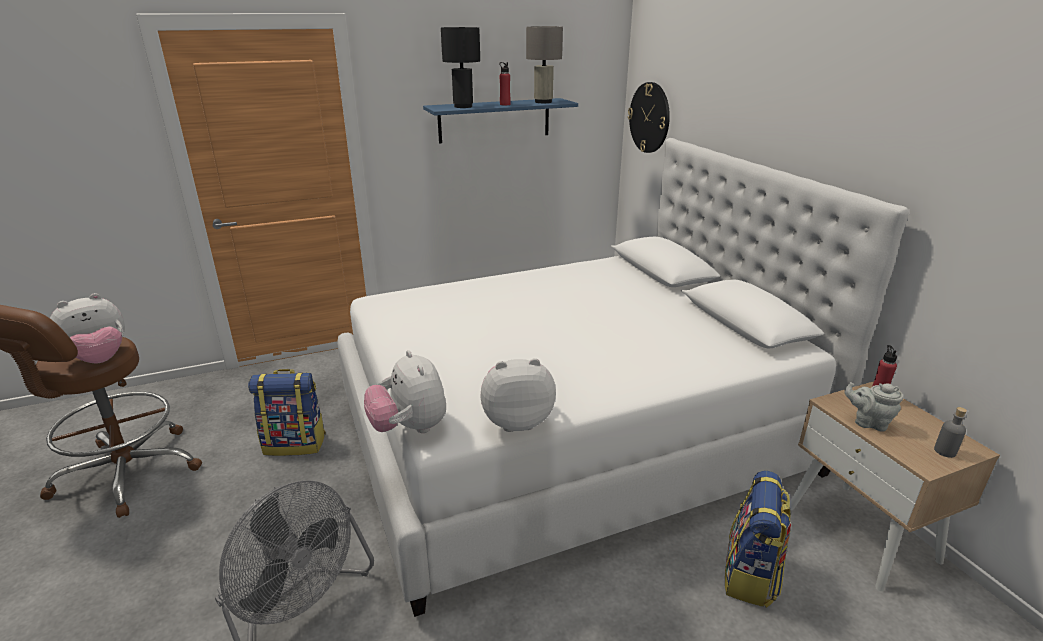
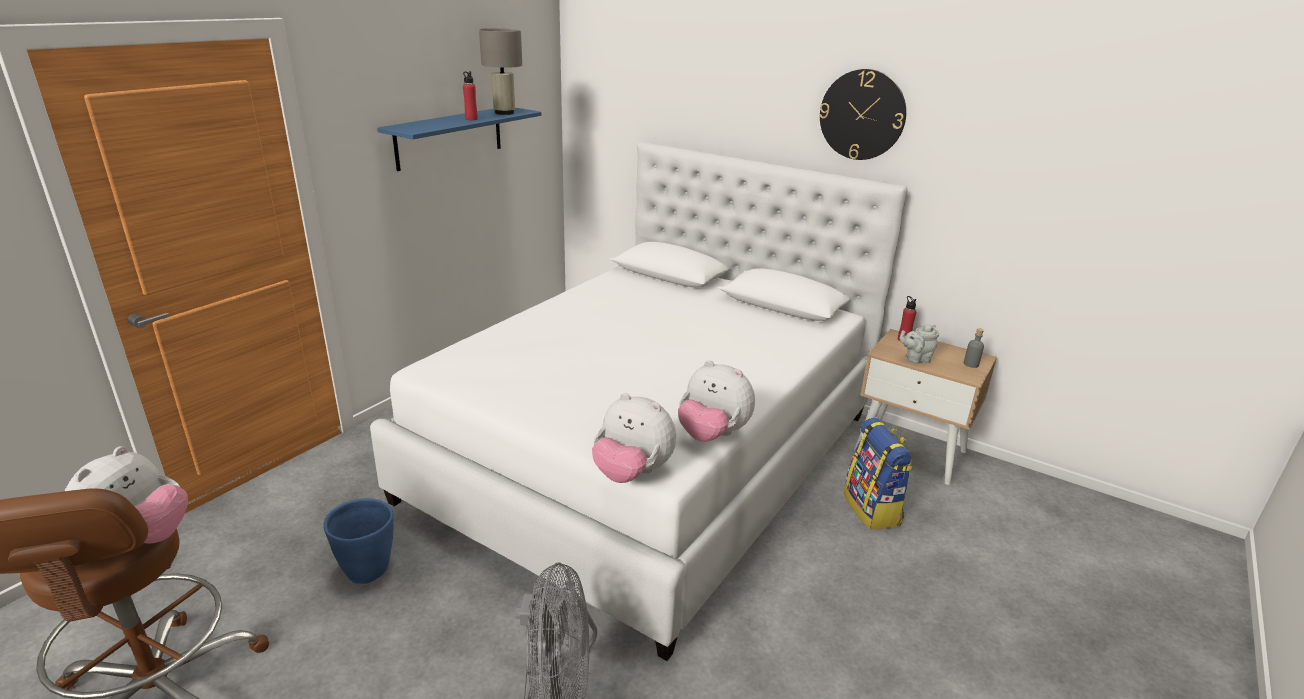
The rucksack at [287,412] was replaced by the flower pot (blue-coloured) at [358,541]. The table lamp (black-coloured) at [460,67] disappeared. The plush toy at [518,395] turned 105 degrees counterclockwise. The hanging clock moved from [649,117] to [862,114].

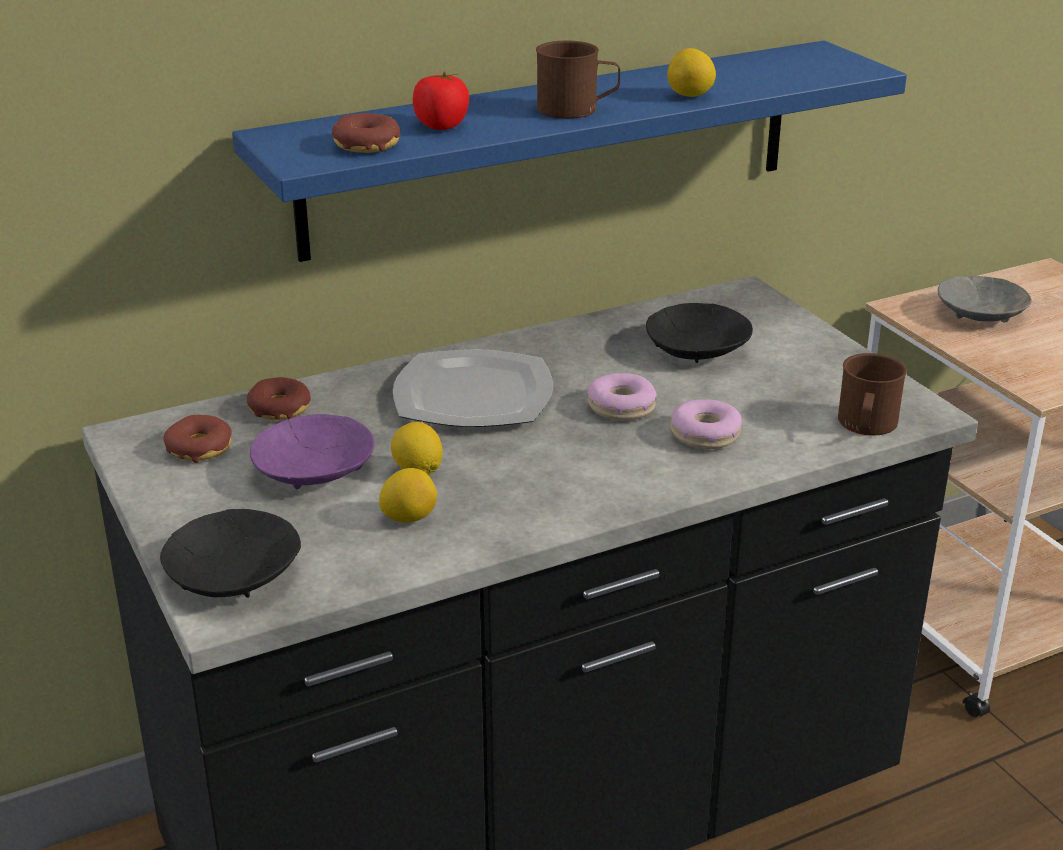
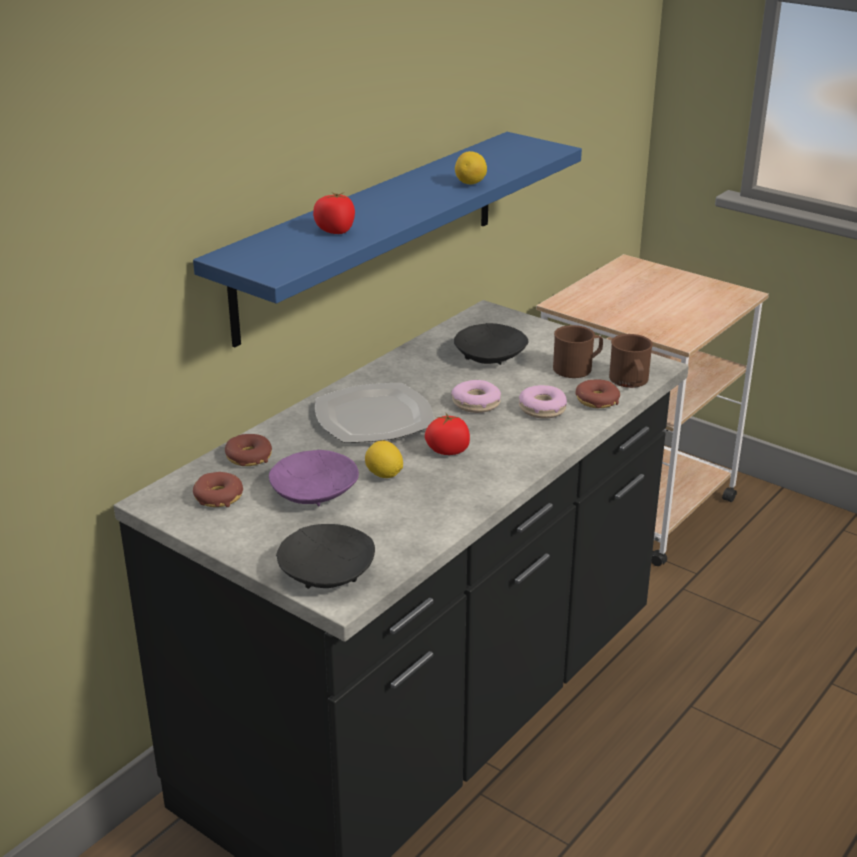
The ring doughnut moved from [366,133] to [597,393]. The whole lemon at [408,495] disappeared. The coffee mug (brownish) moved from [578,80] to [578,351]. The bowl (grey) at [985,299] disappeared. The fresh tomato at [447,433] appeared.

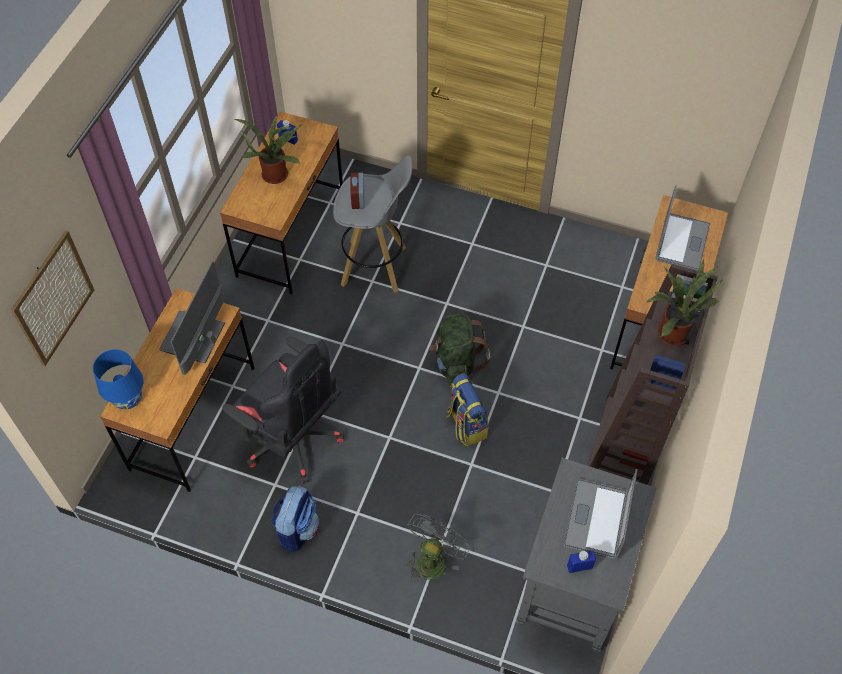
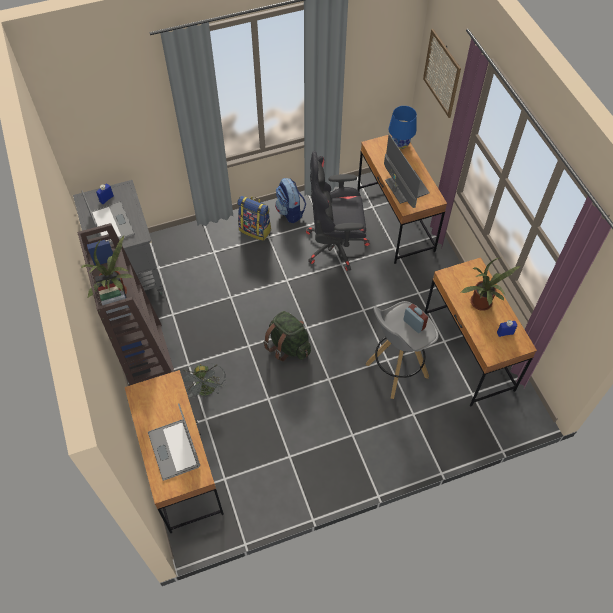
The cooling fan (grey) moved from [438,548] to [203,380]. The rucksack moved from [467,409] to [254,218].

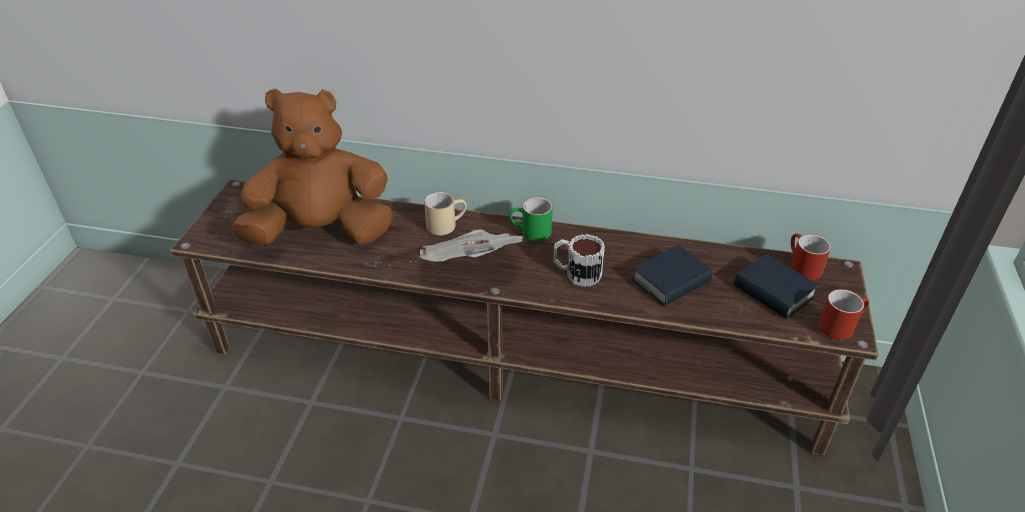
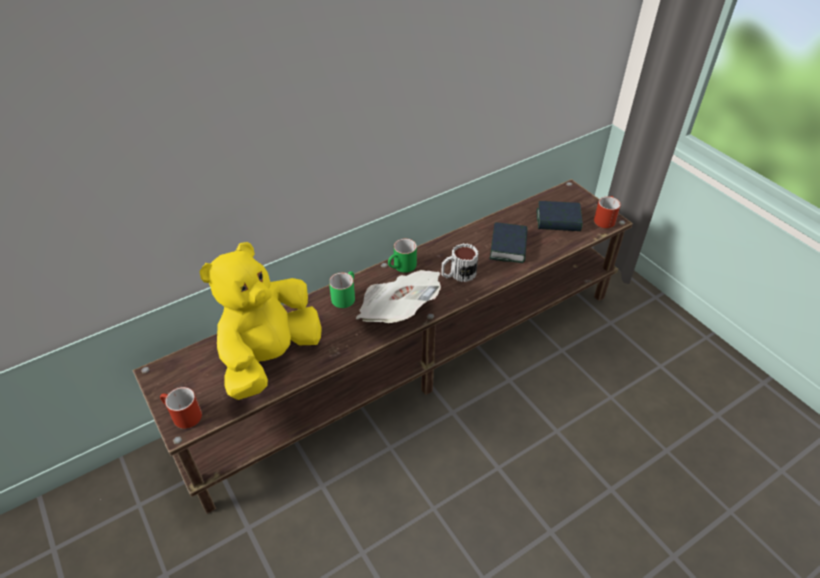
The plush toy (brownish) at [312,167] became the plush toy (yellow-coloured) at [260,321]. The coffee mug (sand-coloured) at [445,213] became the coffee mug (green-coloured) at [342,289]. The coffee mug (reddish) moved from [810,257] to [181,408].

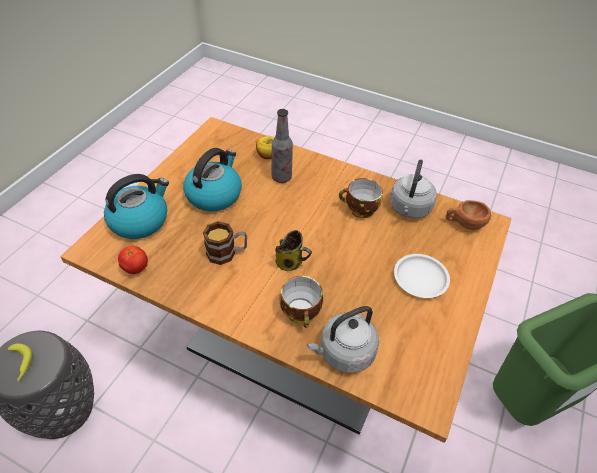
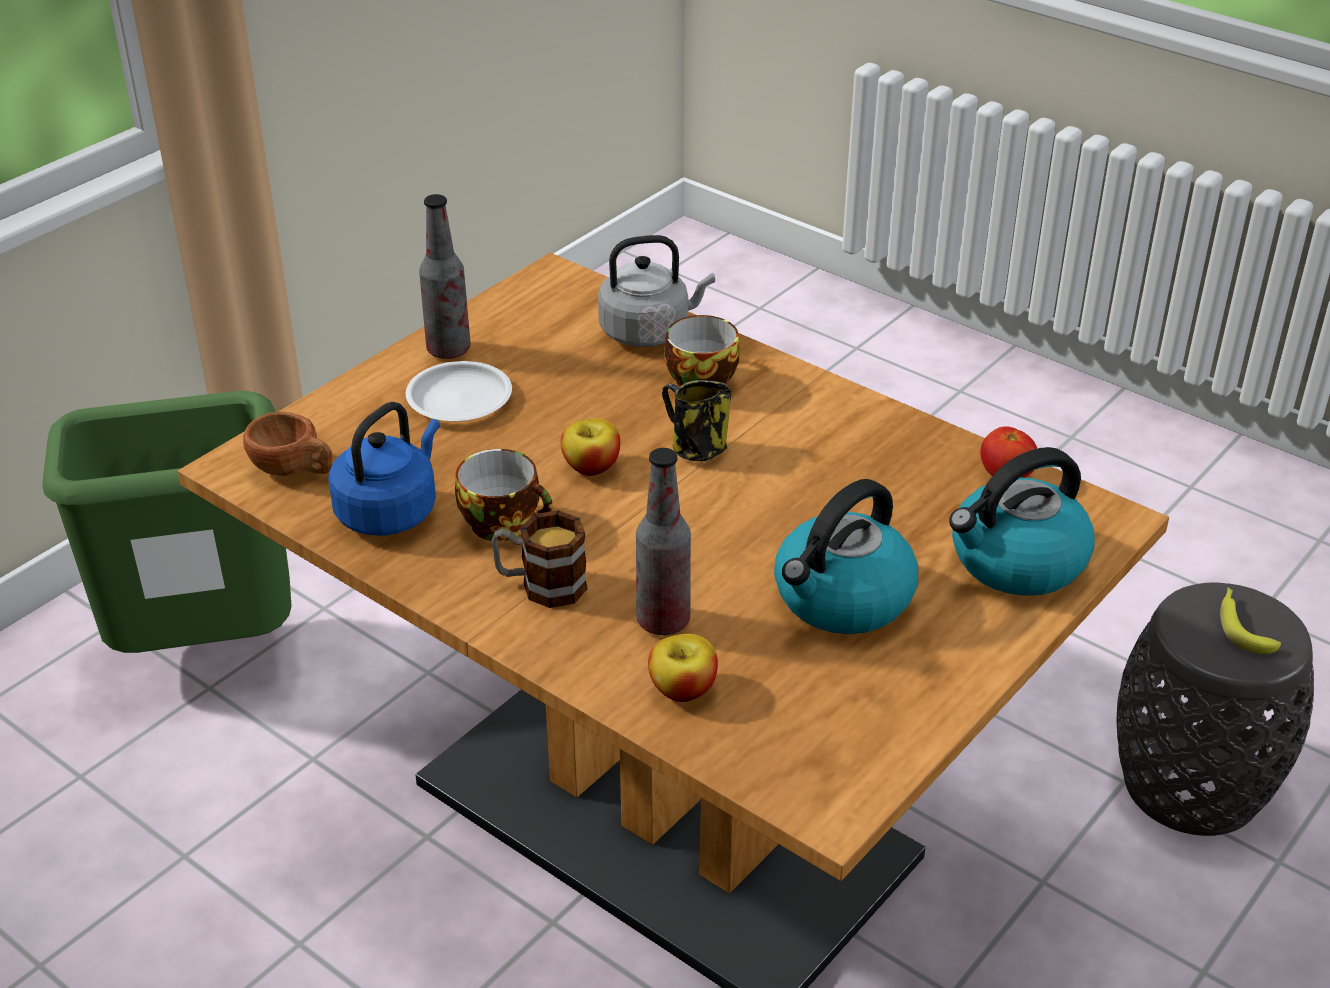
The coffee mug moved from [225,243] to [539,559]. The tea kettle (grey) at [413,189] became the tea kettle (blue-coloured) at [384,469]. The beverage bottle at [445,276] appeared. The apple at [590,447] appeared.

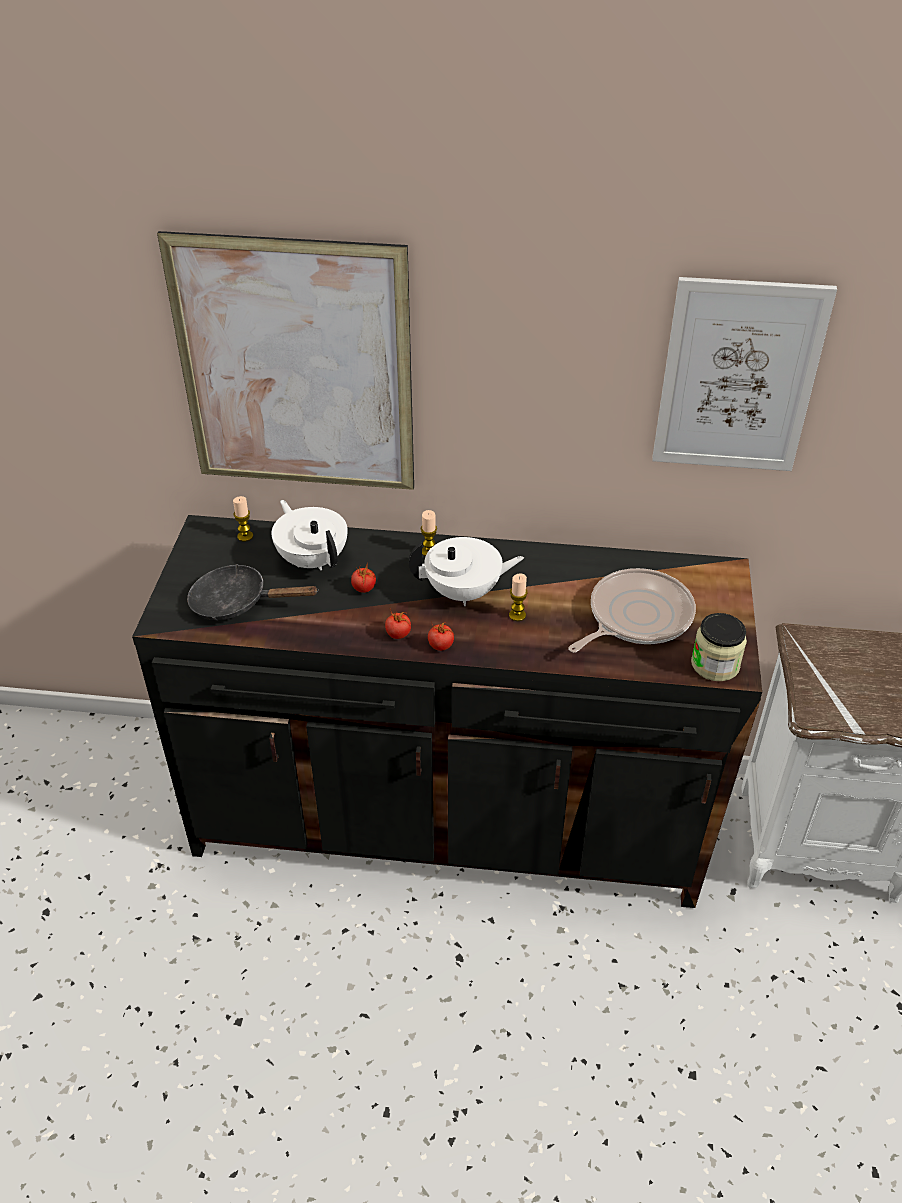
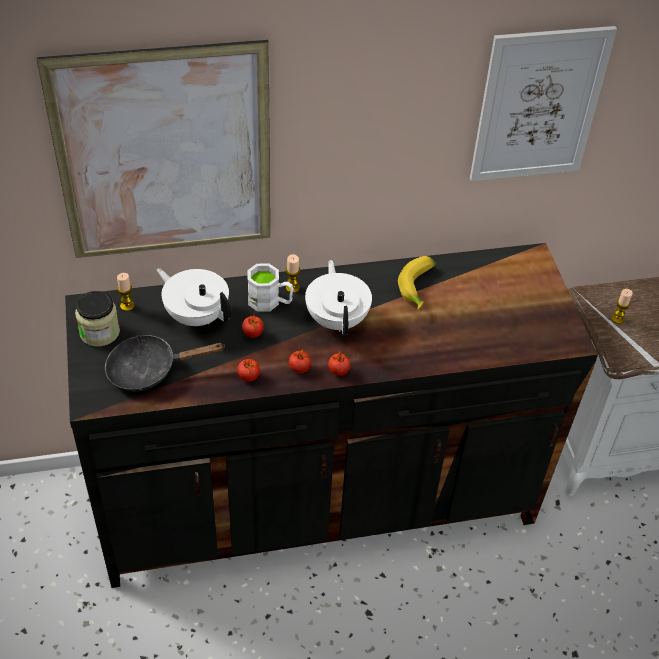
The tea pot (white) at [466,571] turned 75 degrees counterclockwise. The candle moved from [518,597] to [622,306]. The skillet at [632,610] disappeared. The jar moved from [719,647] to [97,319]. The fresh tomato at [248,368] appeared. The coffee mug (white) at [271,287] appeared. The whole banana at [417,283] appeared.

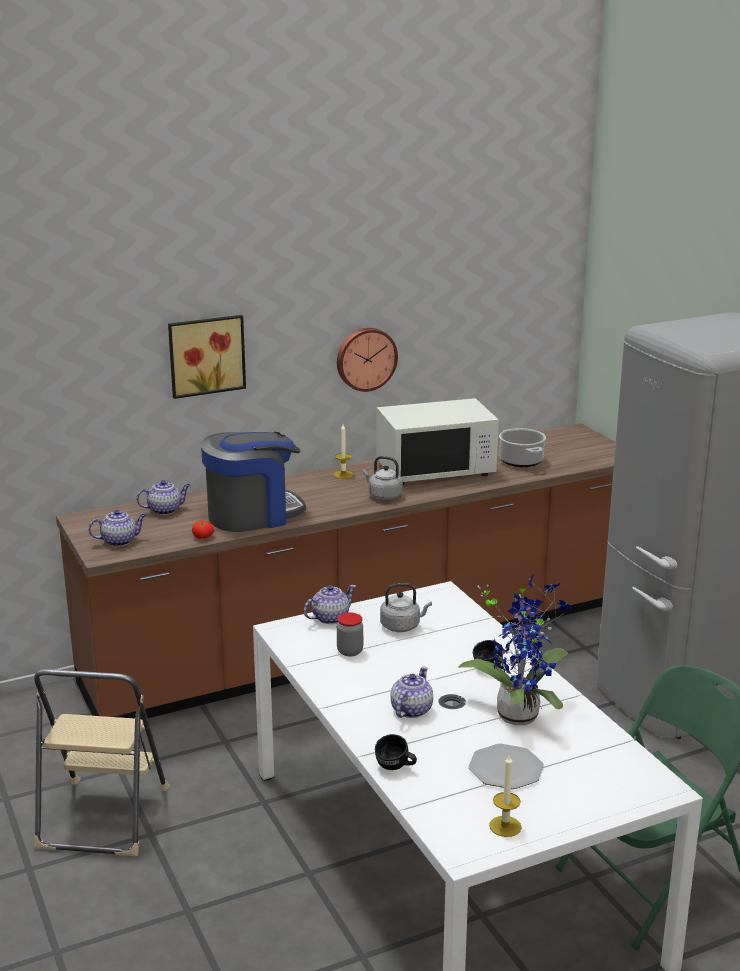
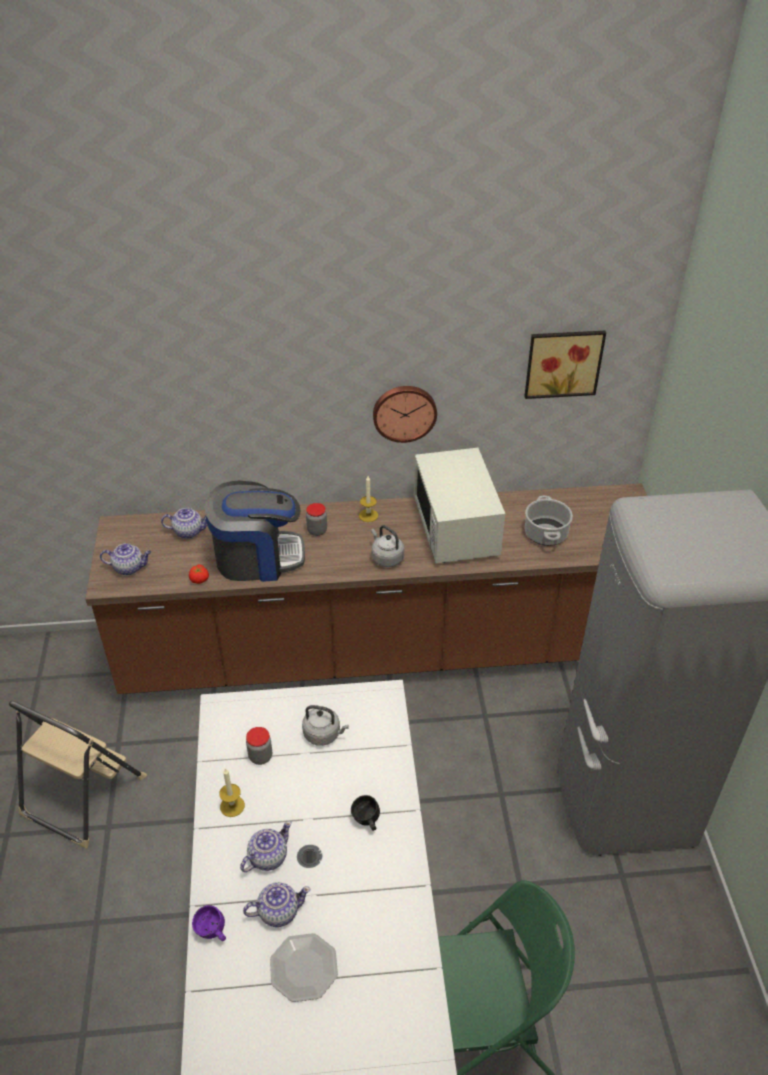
The wall picture moved from [207,357] to [565,365]. The tea pot moved from [330,604] to [277,904]. The coffee mug (black-coloured) at [396,752] became the coffee mug (purple) at [209,923]. The microwave (white) at [438,441] turned 75 degrees clockwise. The houseplant at [515,649] disappeared. The candle moved from [505,796] to [232,792]. The jar at [316,519] appeared.

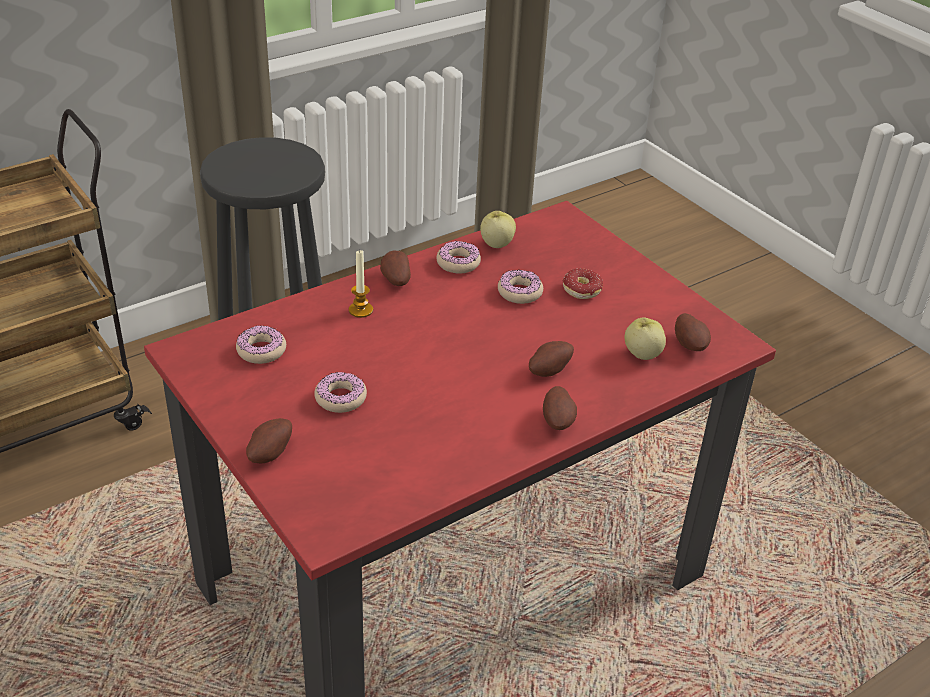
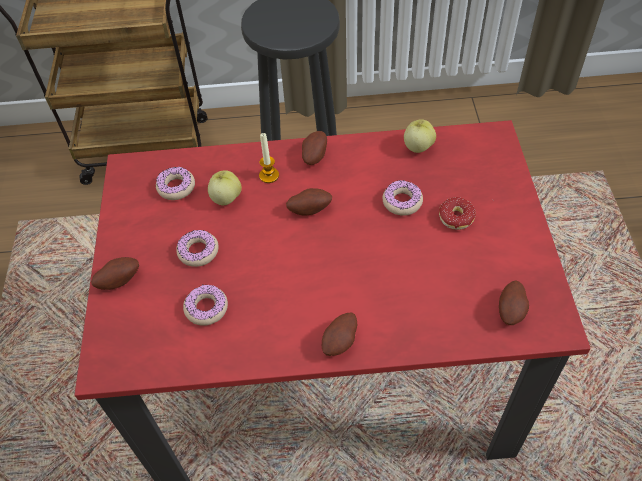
The ring doughnut moved from [459,257] to [205,305]. The potato moved from [551,359] to [309,201]. The apple moved from [645,338] to [225,187].

